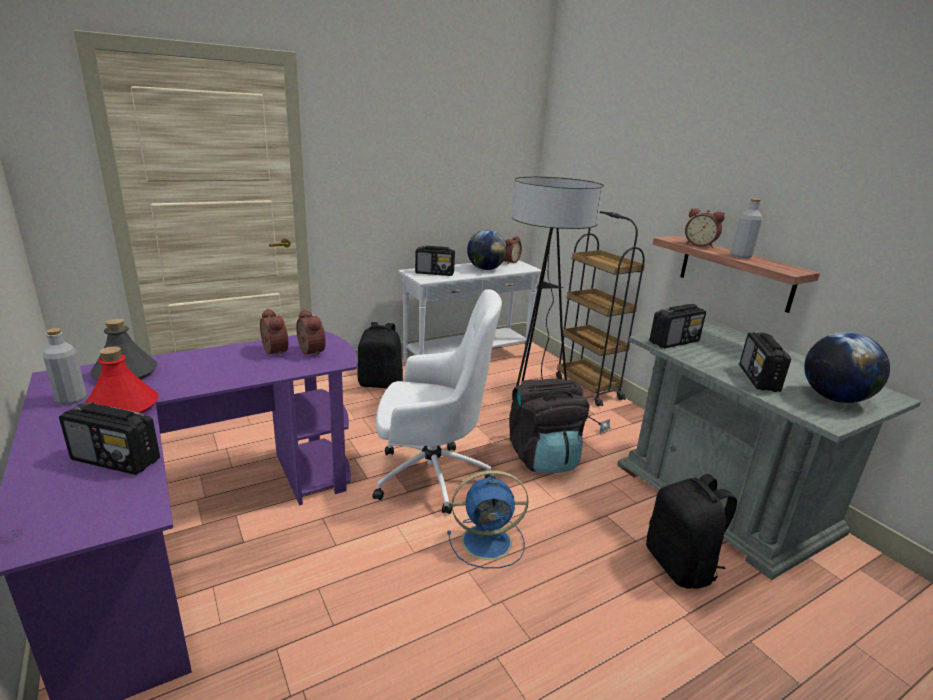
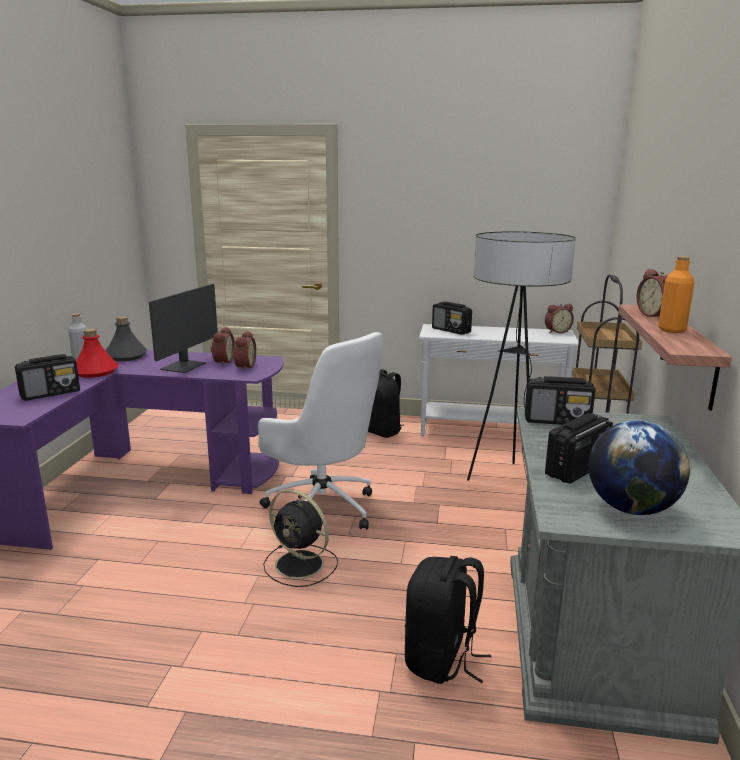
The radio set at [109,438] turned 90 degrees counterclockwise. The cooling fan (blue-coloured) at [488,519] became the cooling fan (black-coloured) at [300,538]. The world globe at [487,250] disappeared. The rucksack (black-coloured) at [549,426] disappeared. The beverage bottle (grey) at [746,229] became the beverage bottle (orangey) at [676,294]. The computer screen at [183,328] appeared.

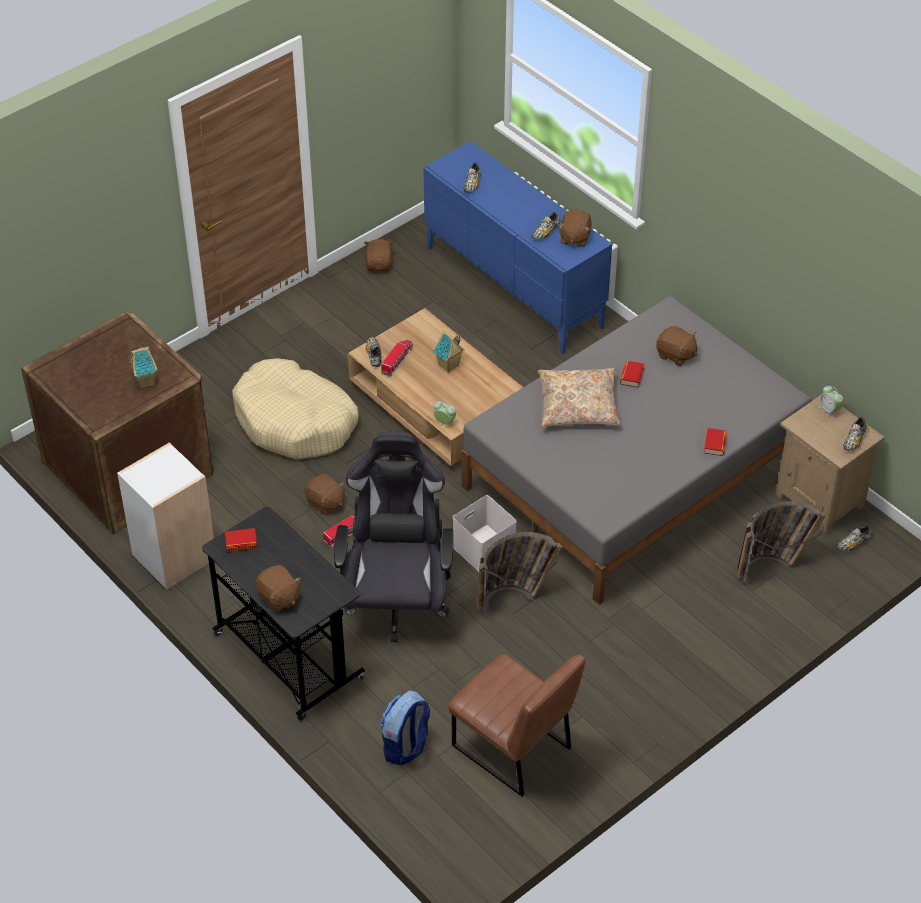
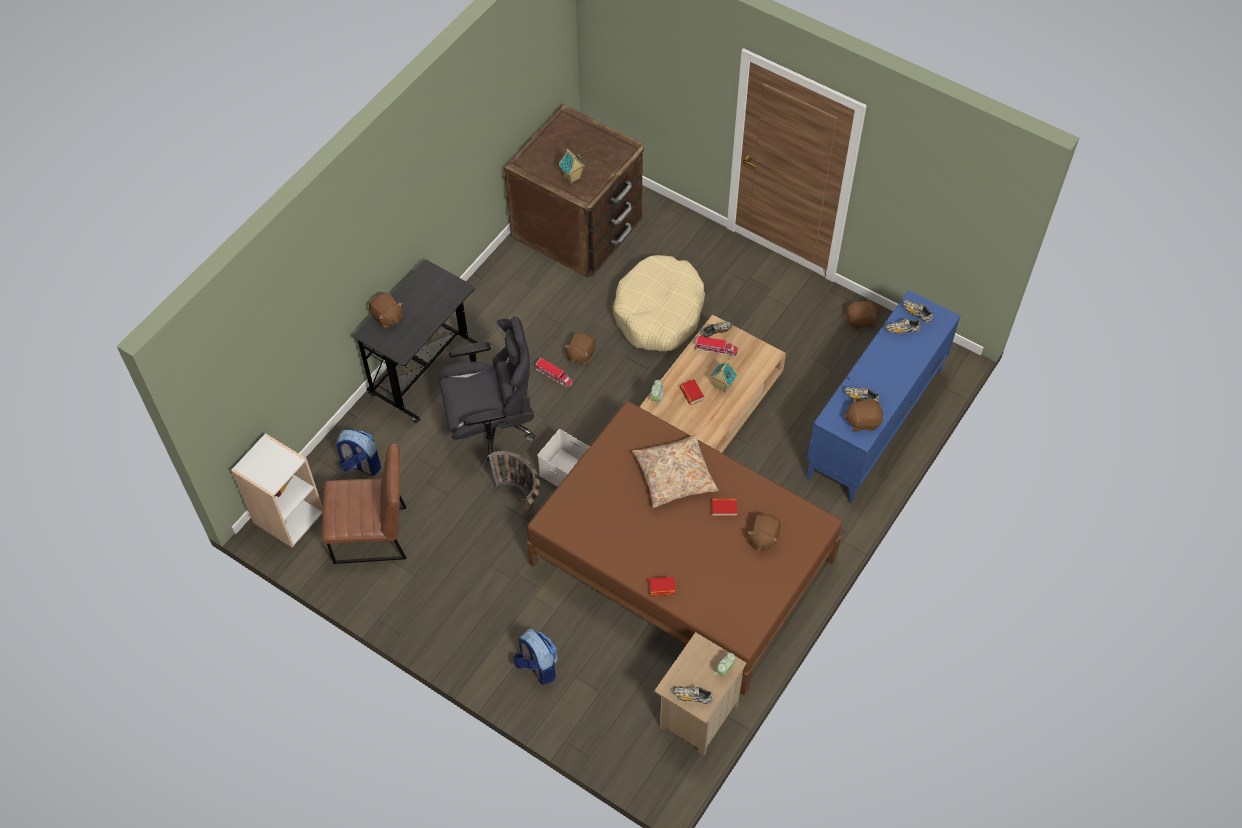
The bookshelf moved from [165,516] to [277,490]. The bound book moved from [241,540] to [692,392]. The plush toy (brownish) at [278,588] turned 75 degrees counterclockwise. The chair (brownish) at [517,725] turned 120 degrees counterclockwise. The sleeping bed (grey) at [637,450] became the sleeping bed (brownish) at [684,548]. The household basket at [781,543] disappeared. The item of footwear moved from [854,538] to [918,311]. The rucksack at [535,657] appeared.

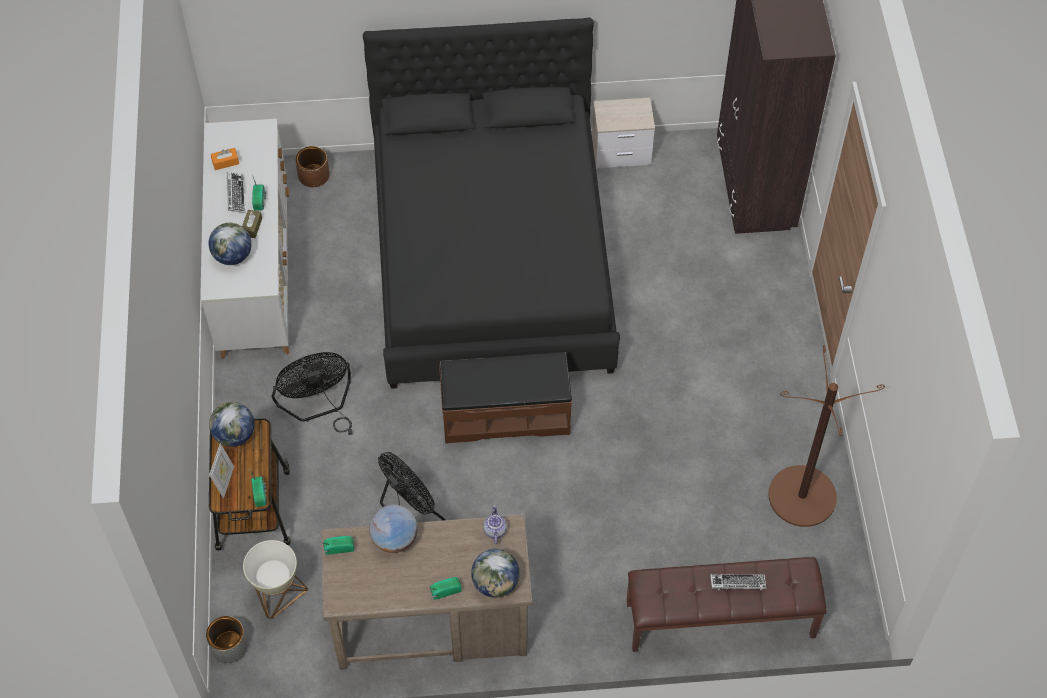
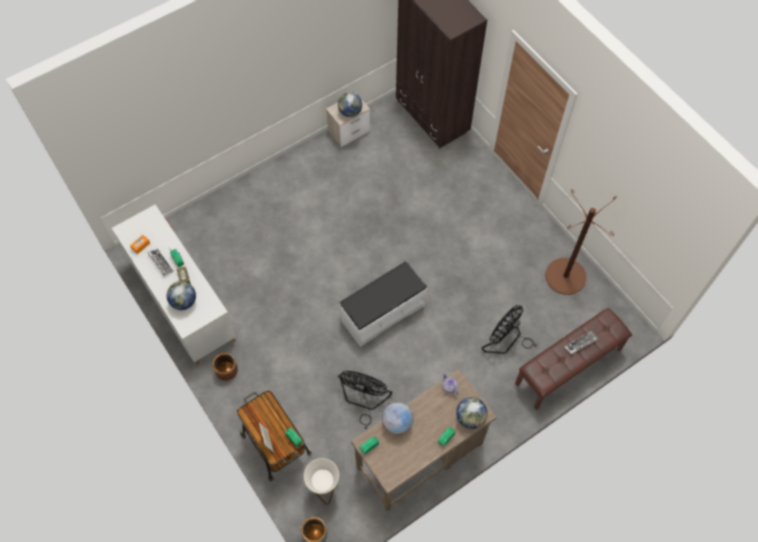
The world globe moved from [232,424] to [350,104]. The cooling fan (black-coloured) moved from [312,393] to [510,329]. The flower pot (brownish) moved from [312,166] to [225,367]. The sleeping bed (black-coloured) at [491,203] disappeared. The long seat (brownish) at [505,398] became the long seat (white) at [383,304].

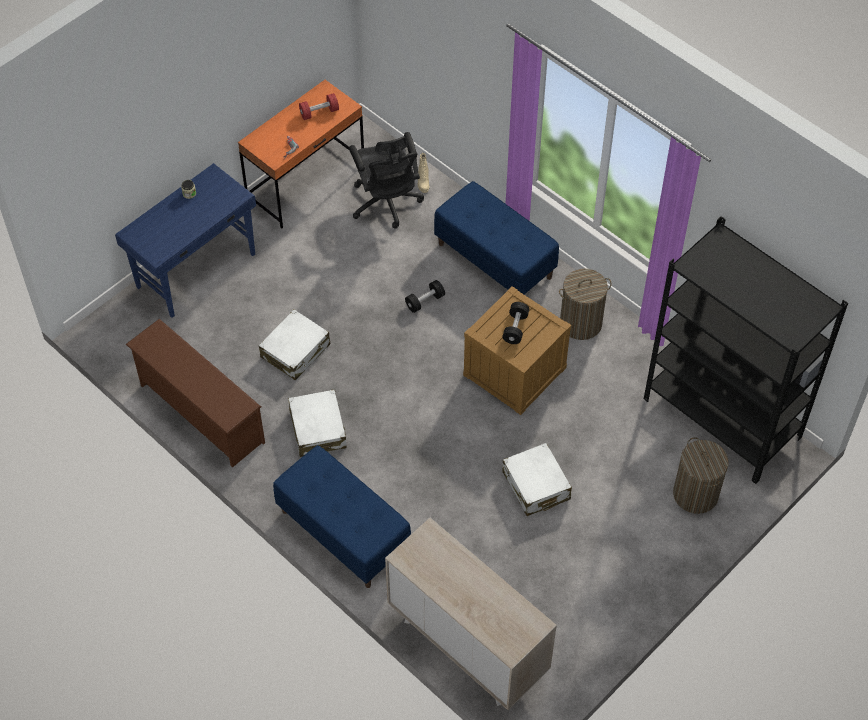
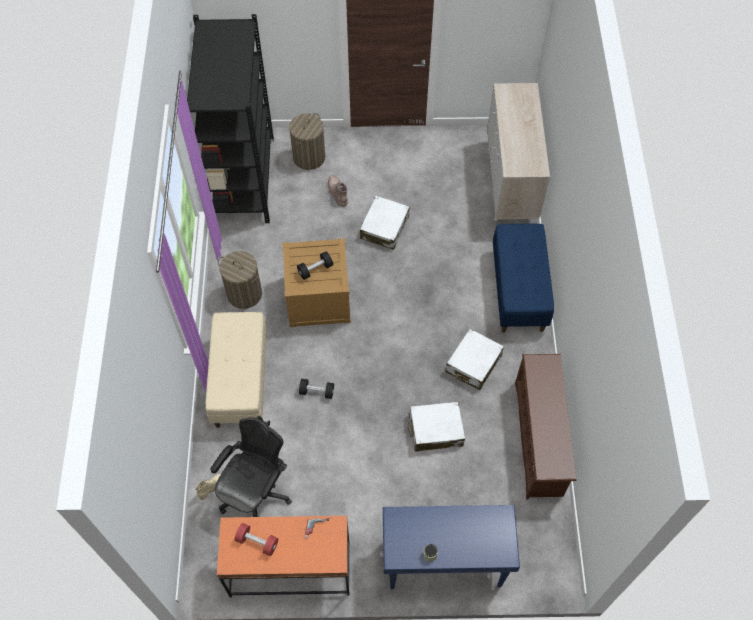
The long seat (blue-coloured) at [496,237] became the long seat (sand-coloured) at [236,370]. The boot (brownish) at [338,191] appeared.

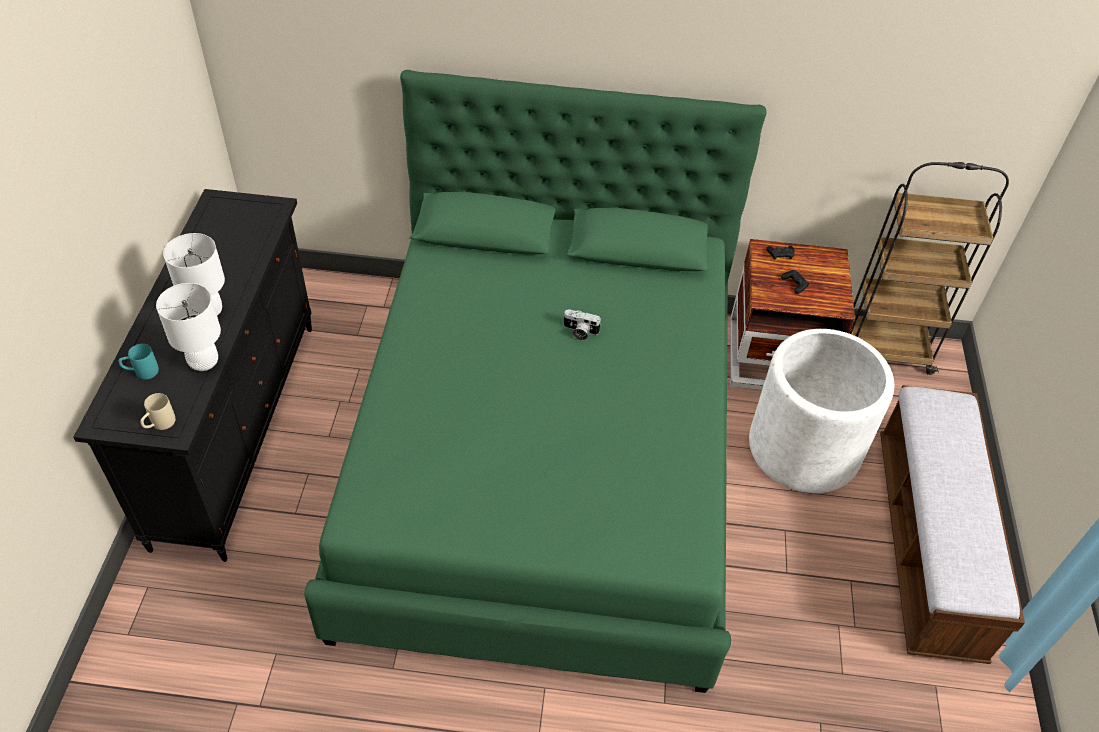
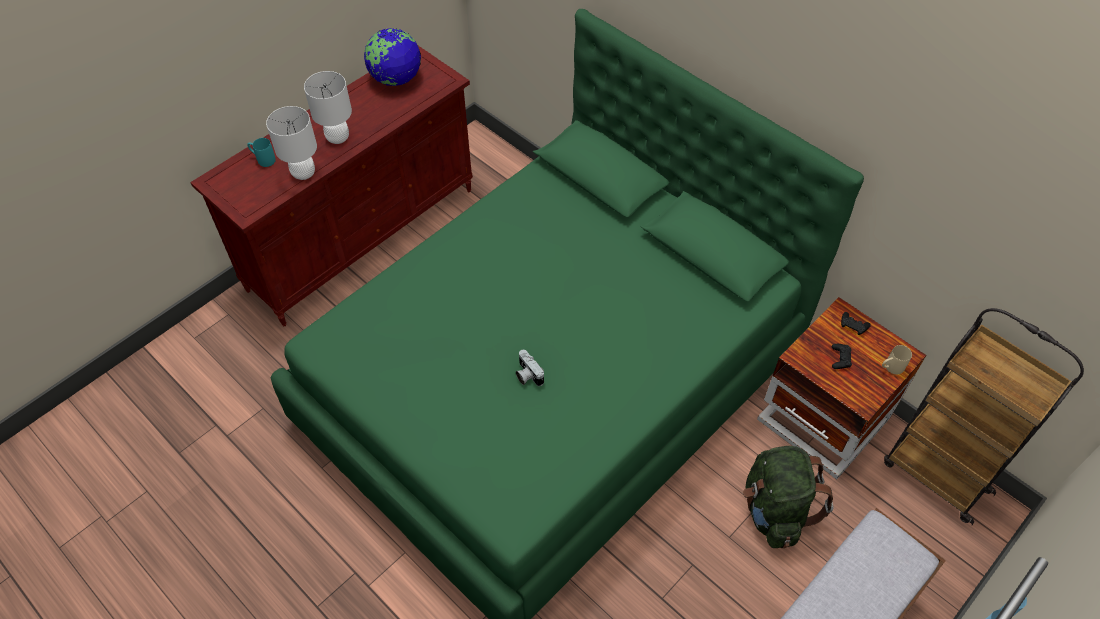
The chest of drawers (black-coloured) at [193,375] became the chest of drawers (reddish) at [331,186]. The coffee mug (sand-coloured) moved from [158,411] to [897,360]. The still camera moved from [582,324] to [530,368]. The flower pot (white) at [821,411] was replaced by the rucksack (green-coloured) at [788,497]. The world globe at [392,57] appeared.

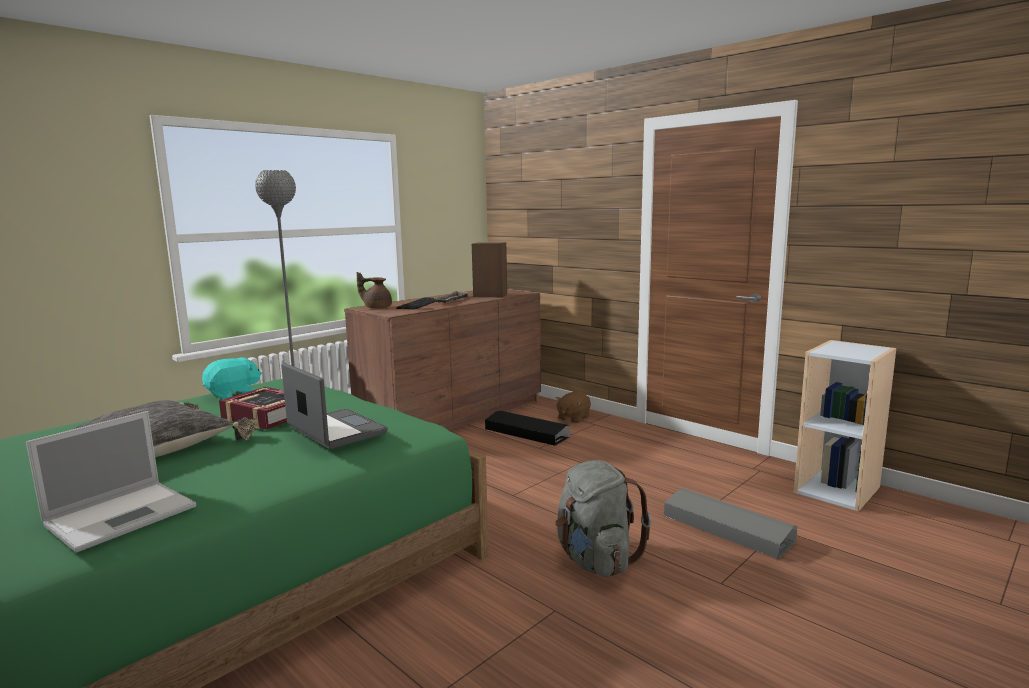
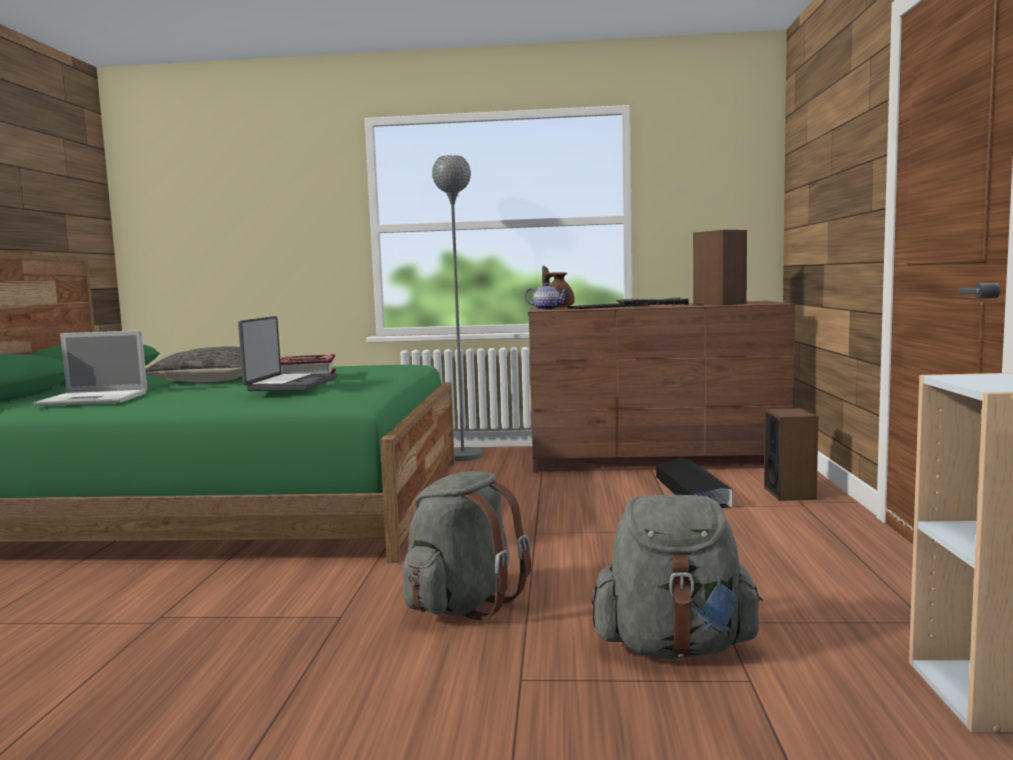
The plush toy (turquoise) at [232,378] disappeared. The plush toy (brownish) at [573,407] was replaced by the speaker at [791,454]. The storage container (grey) at [730,523] was replaced by the rucksack (grey) at [677,577]. The tea pot at [547,296] appeared.

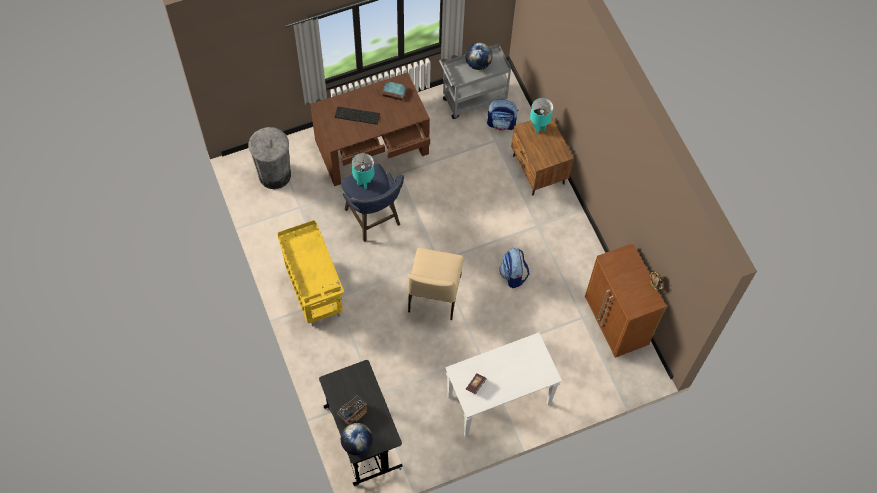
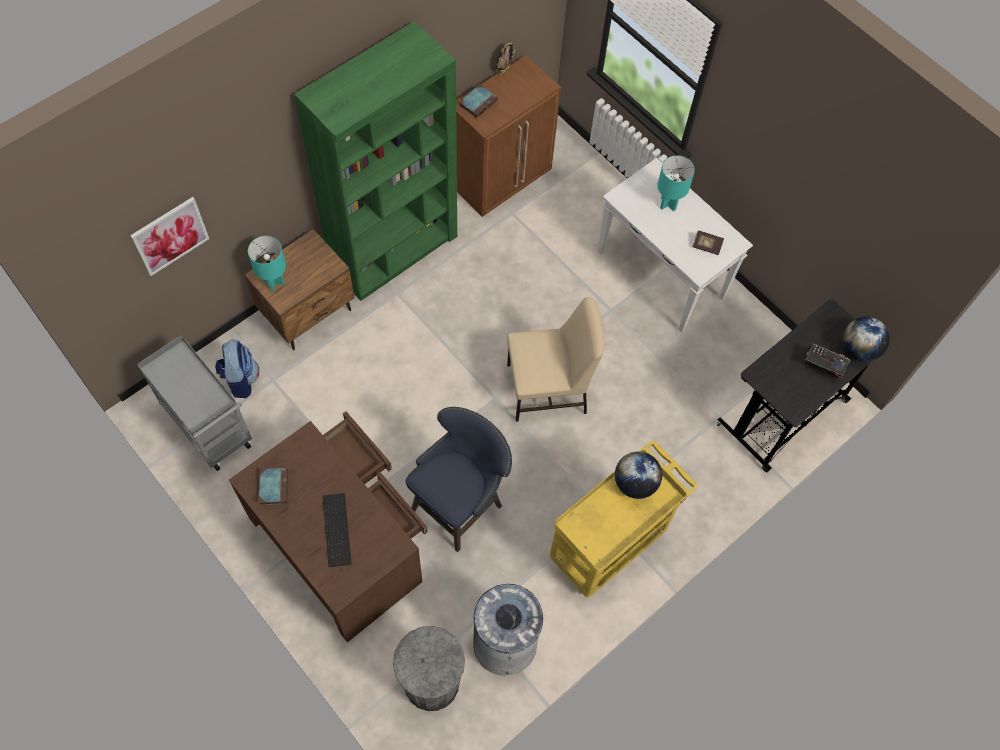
The table lamp (turquoise) moved from [363,171] to [676,183]. The world globe moved from [478,56] to [638,475]. The rucksack at [514,268] disappeared. The wall picture at [169,236] appeared. The bookshelf (green-coloured) at [375,161] appeared. The bound book at [478,101] appeared. The trash can (grey) at [509,629] appeared.

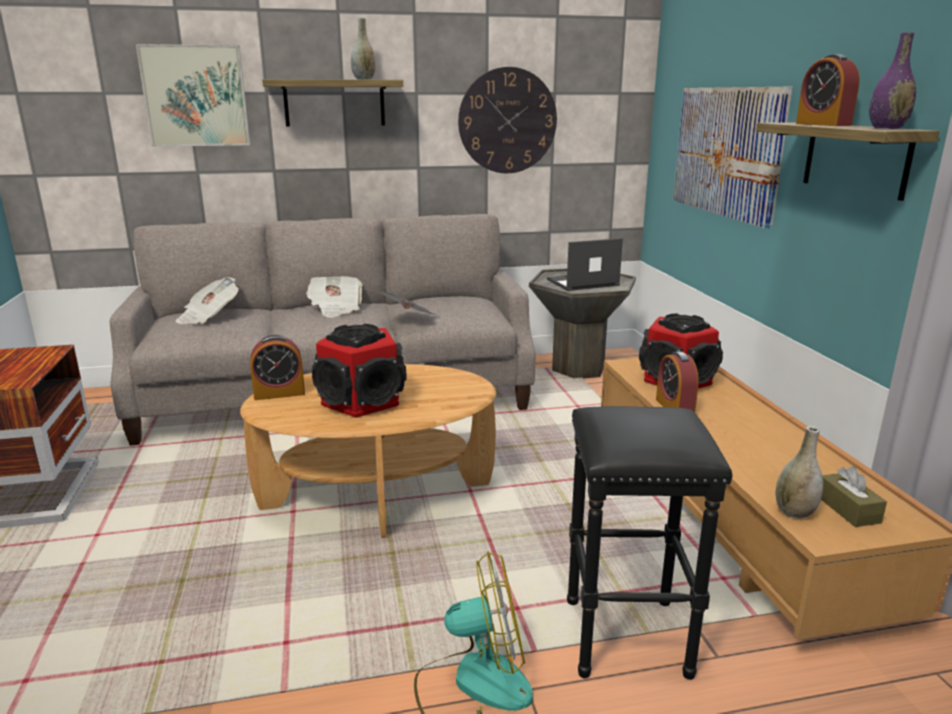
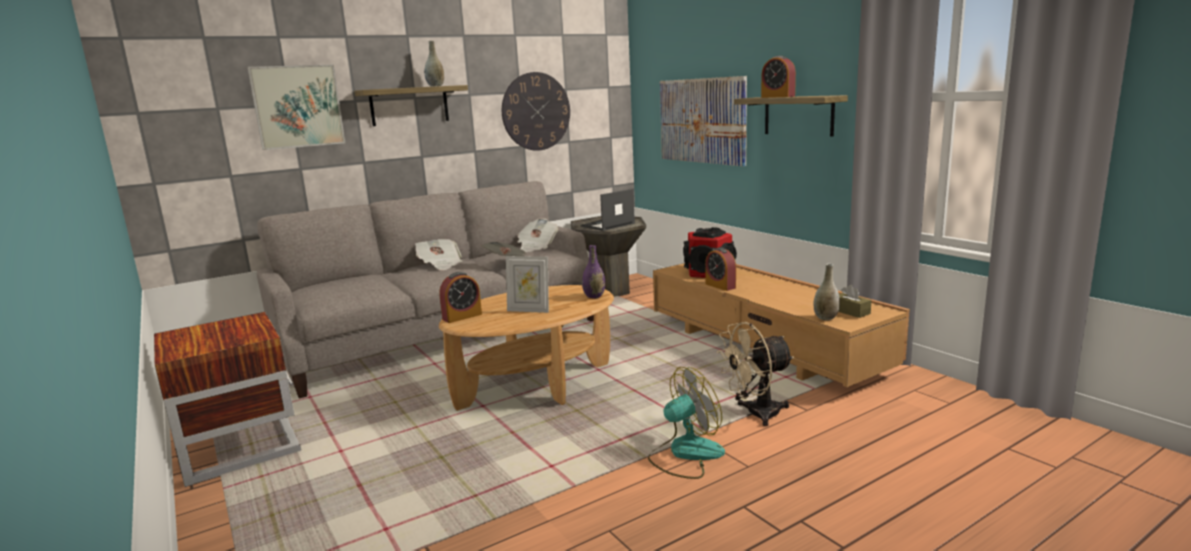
The newspaper moved from [207,300] to [538,235]. The speaker at [359,371] was replaced by the picture frame at [527,284]. The sitting stool (black-coloured) at [650,543] was replaced by the cooling fan (sand-coloured) at [755,374]. The decorative vase (purple) moved from [892,81] to [593,271].

